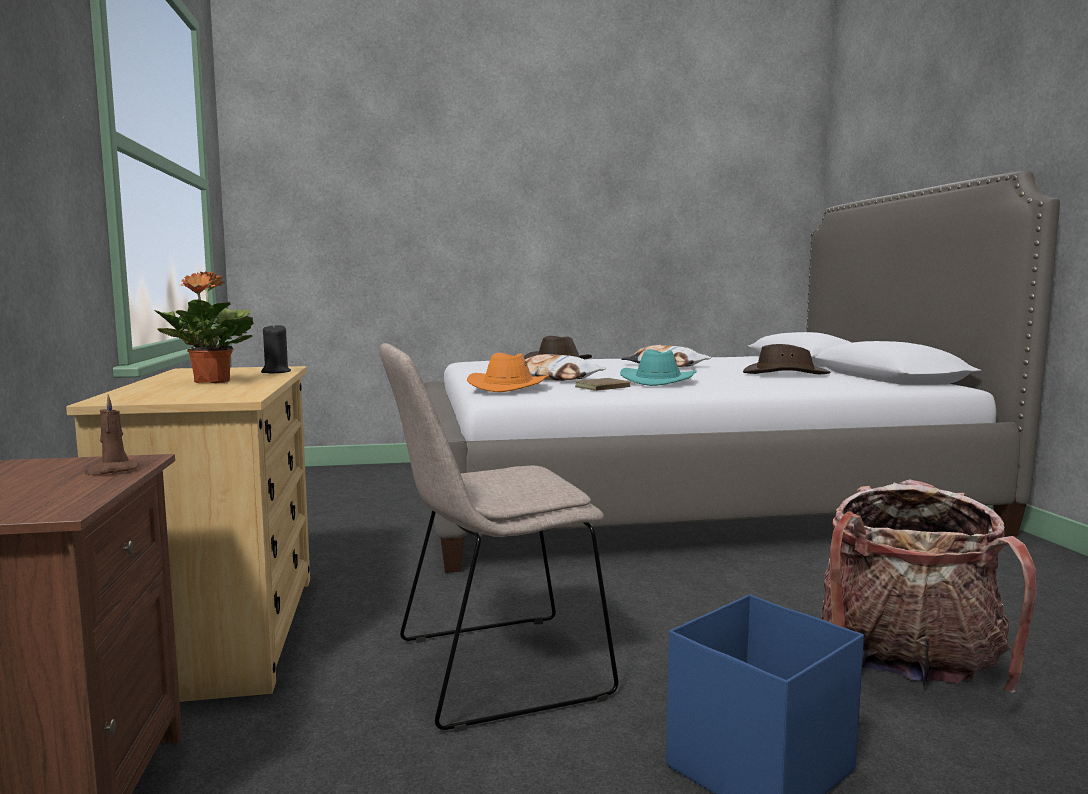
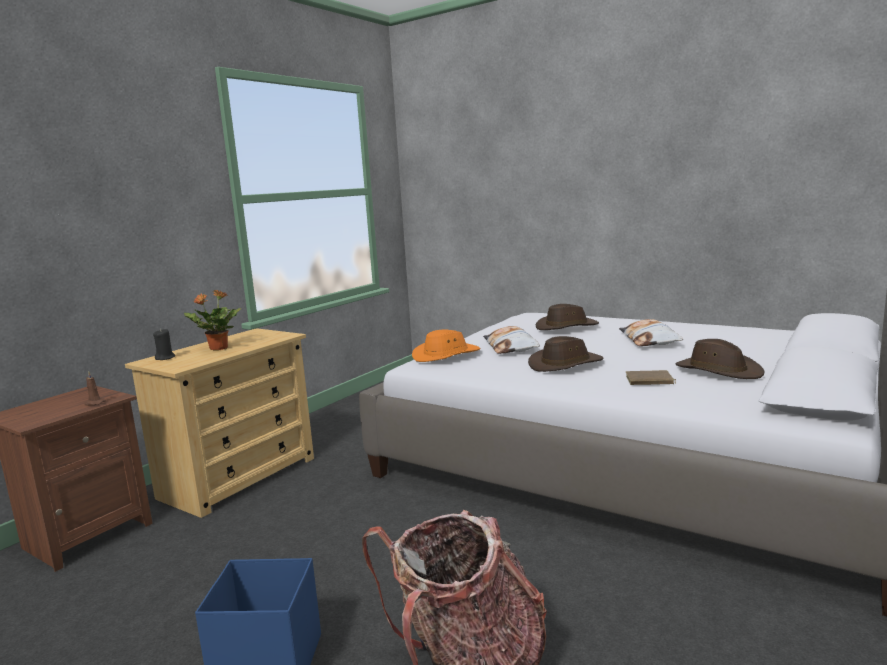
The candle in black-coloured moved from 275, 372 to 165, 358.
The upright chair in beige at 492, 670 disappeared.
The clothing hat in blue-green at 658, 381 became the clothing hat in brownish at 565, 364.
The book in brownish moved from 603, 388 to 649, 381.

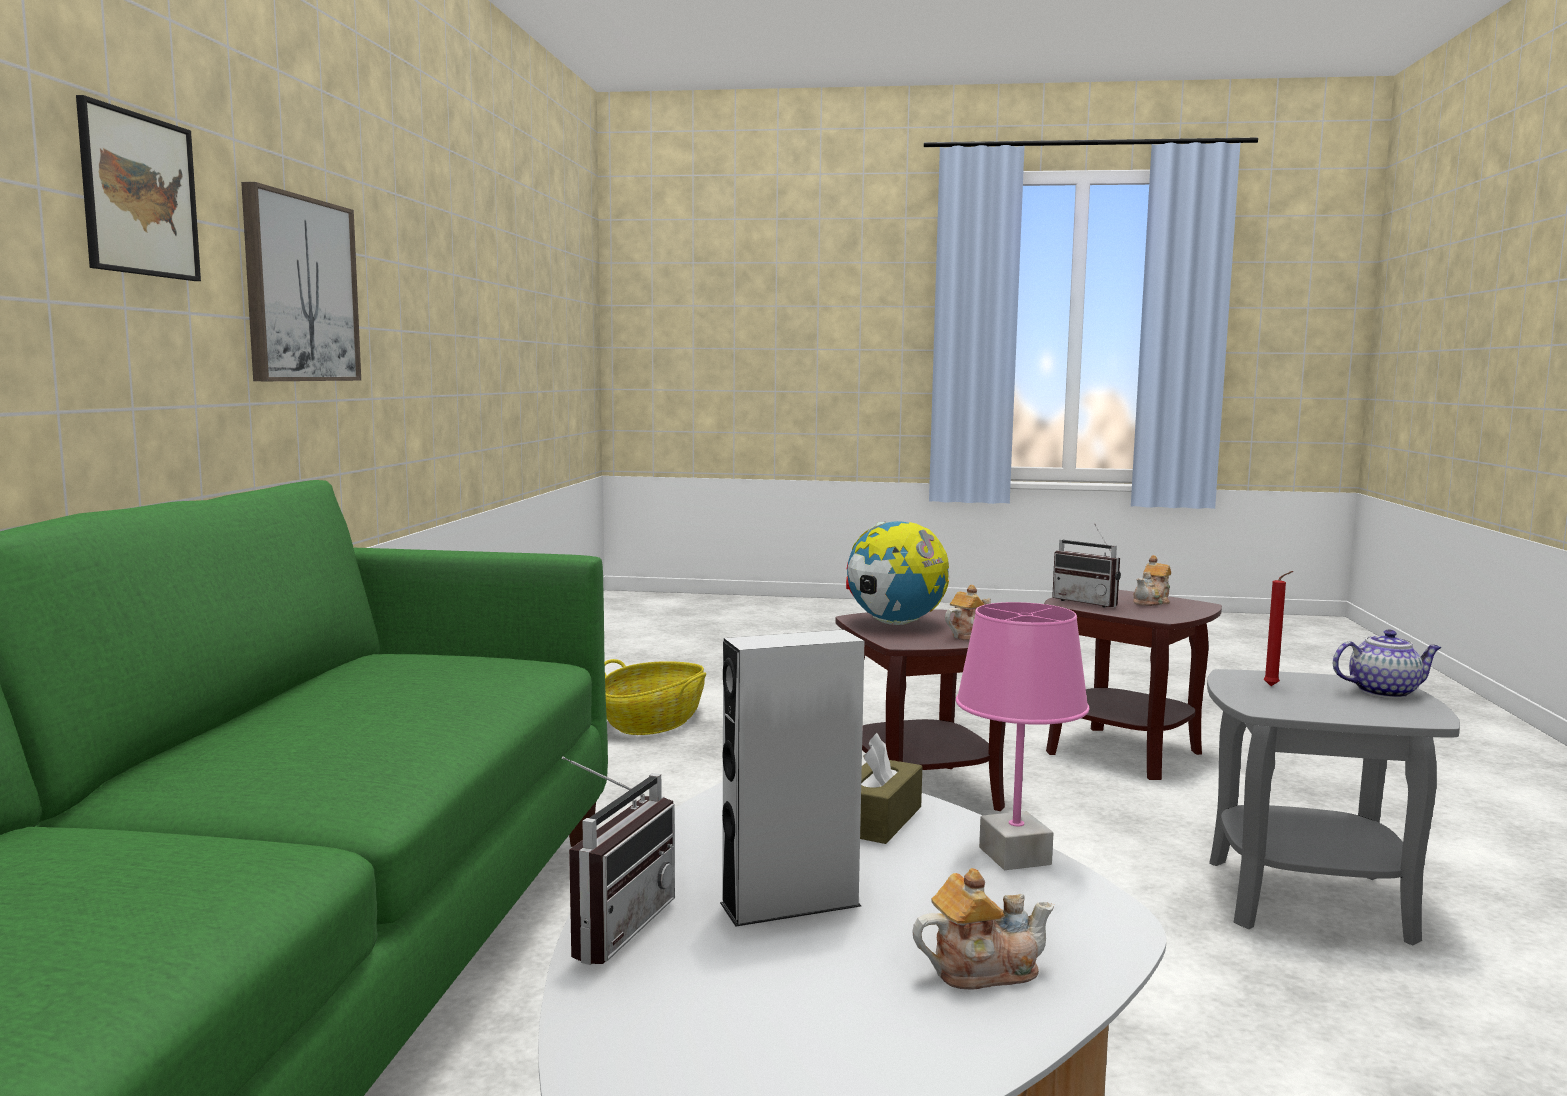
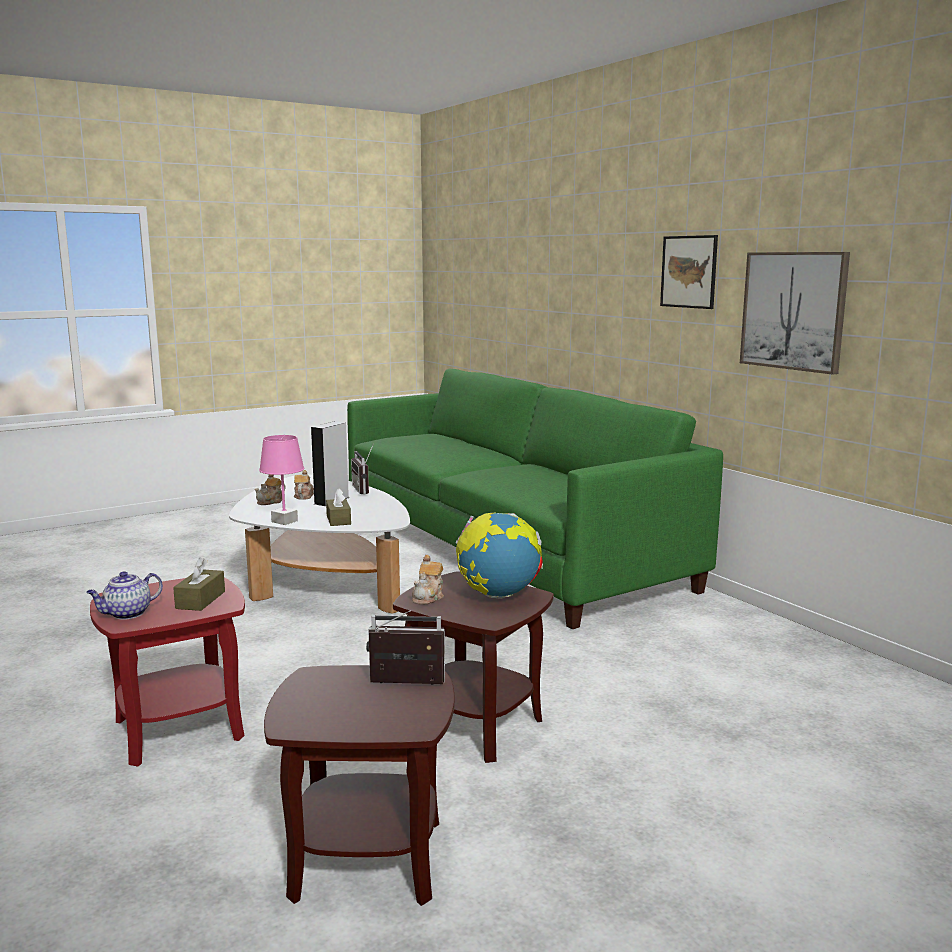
The tea pot moved from 1152, 602 to 303, 496.
The candle in reddish at 1273, 686 was replaced by the tissue holder in brownish at 200, 600.
The household basket at 653, 722 disappeared.
The end table in gray at 1308, 899 became the end table in reddish at 179, 729.

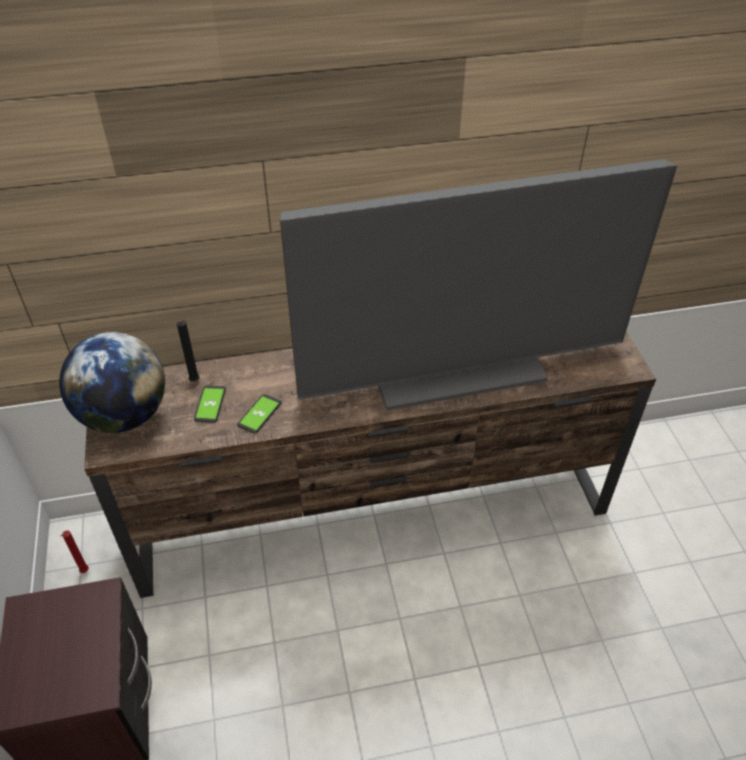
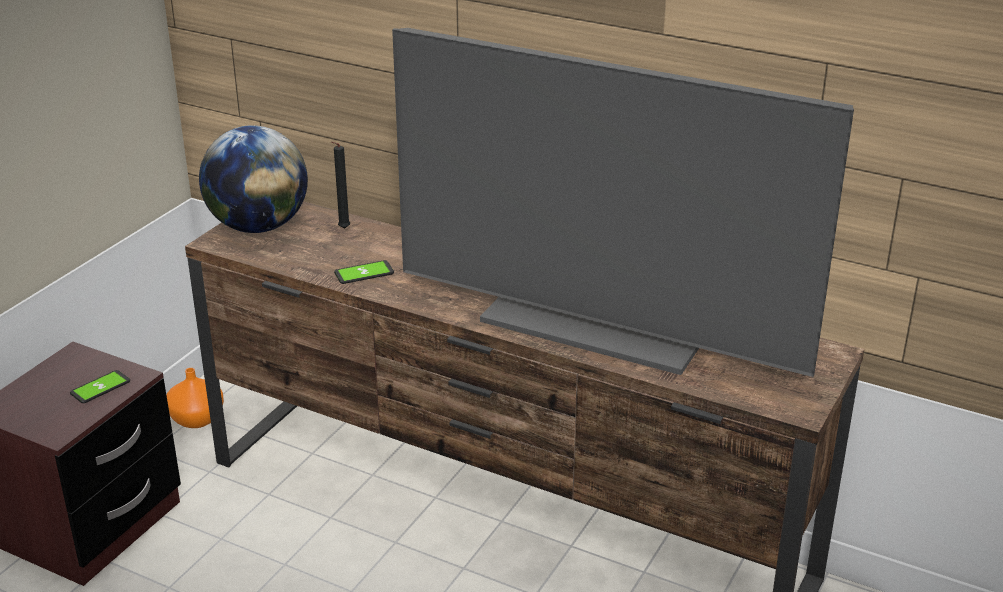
The handset moved from 210, 404 to 100, 387.
The candle in reddish at 84, 572 was replaced by the vase in orange at 196, 419.

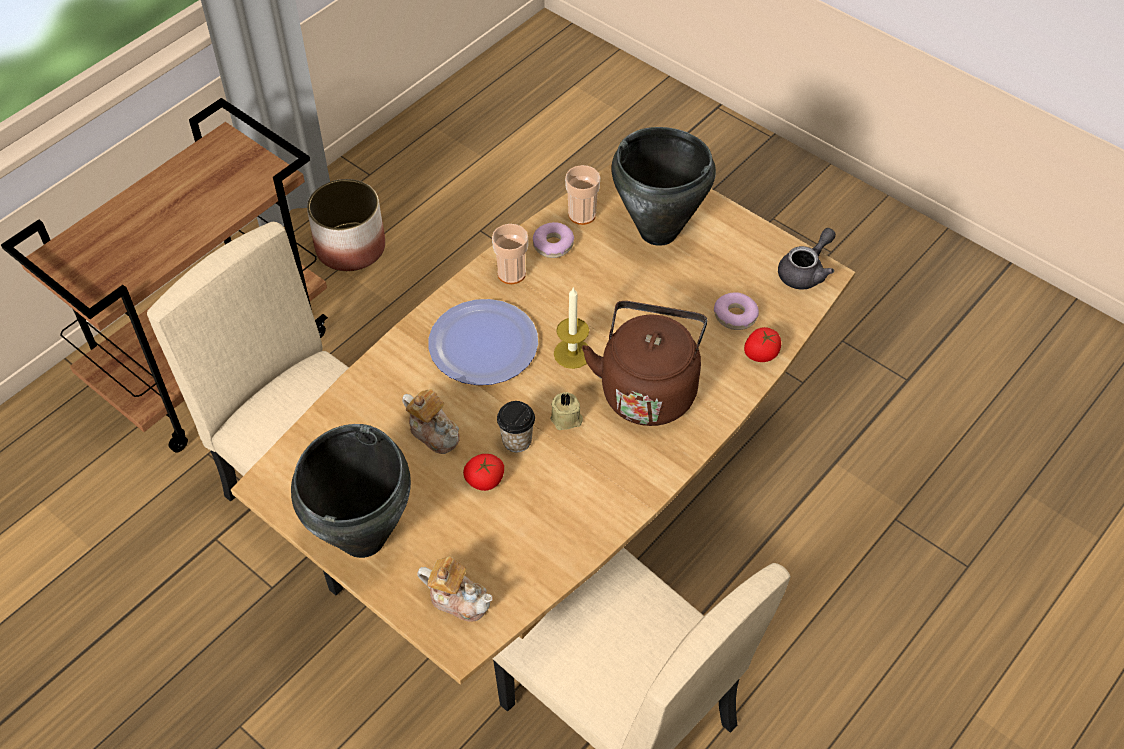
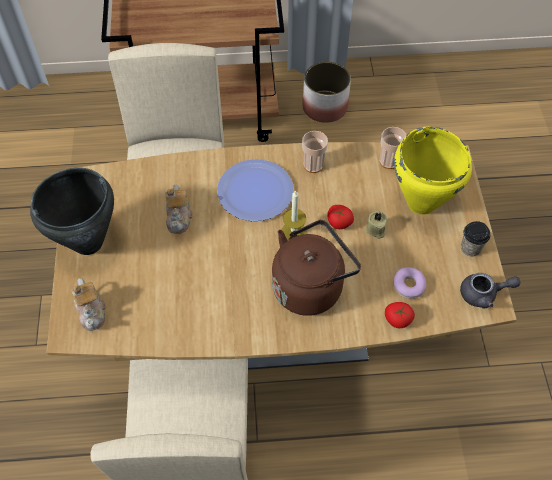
The cooking pot in black-coloured at 659, 232 became the cooking pot in yellow-coloured at 421, 203.
The ring doughnut at 553, 245 disappeared.
The candle in beige moved from 566, 419 to 375, 230.
The small cup moved from 517, 441 to 470, 248.
The tomato moved from 484, 481 to 338, 223.

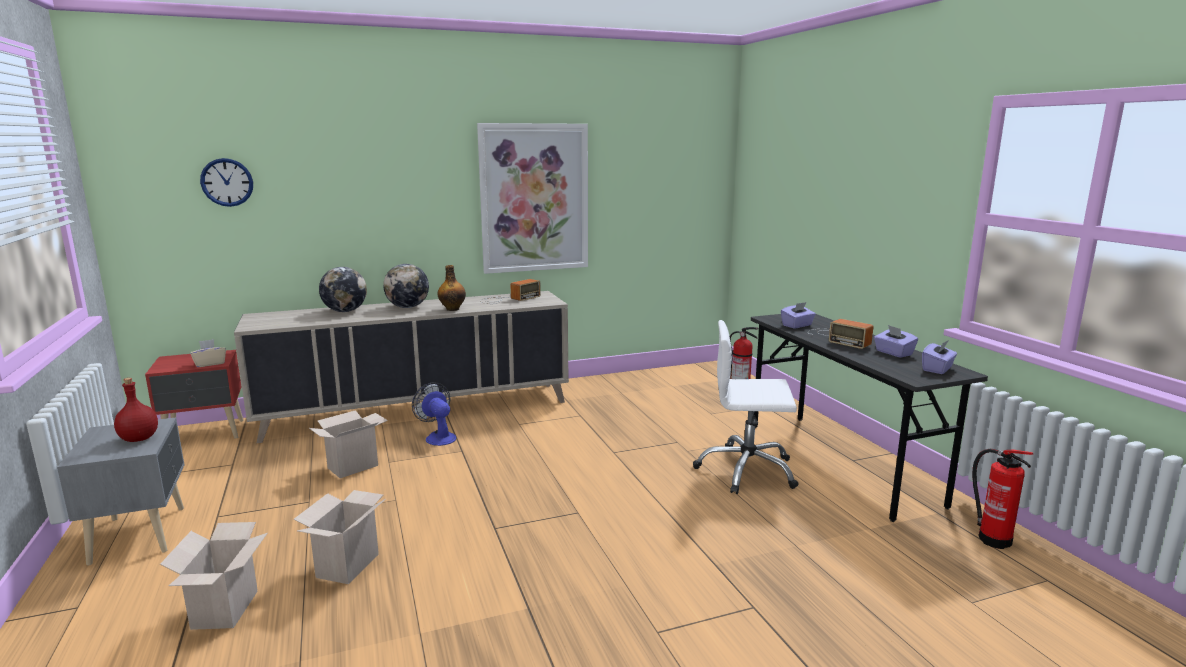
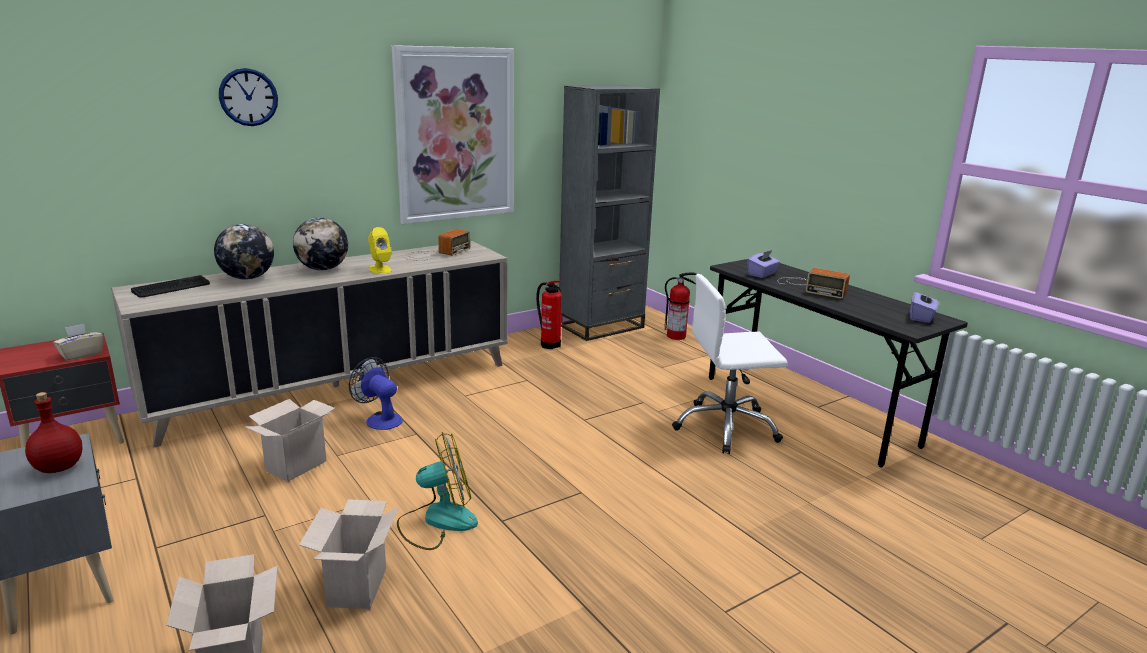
The wall clock moved from 227, 182 to 248, 97.
The beverage bottle at 452, 309 was replaced by the speaker in yellow-coloured at 380, 269.
The tissue holder in purple-coloured at 893, 353 disappeared.
The fire-fighting cylinder moved from 992, 538 to 549, 344.
The bookcase in gray at 601, 326 appeared.
The computer keyboard at 171, 288 appeared.
The electric fan at 437, 521 appeared.

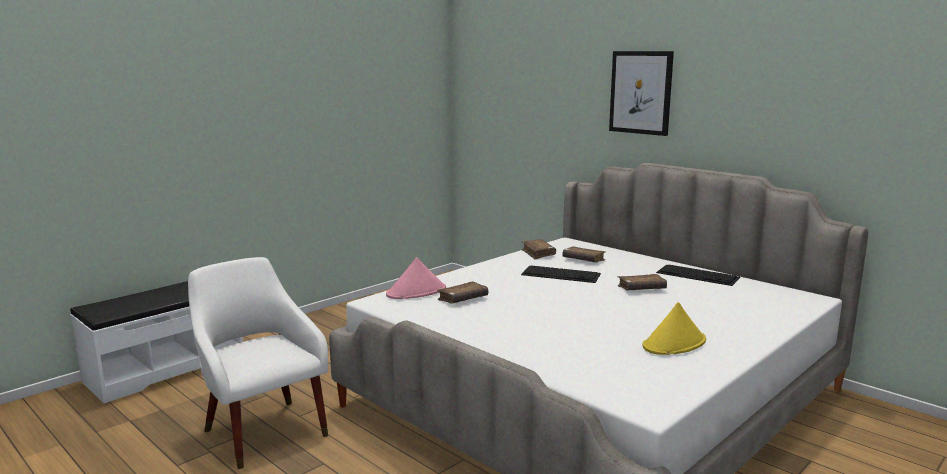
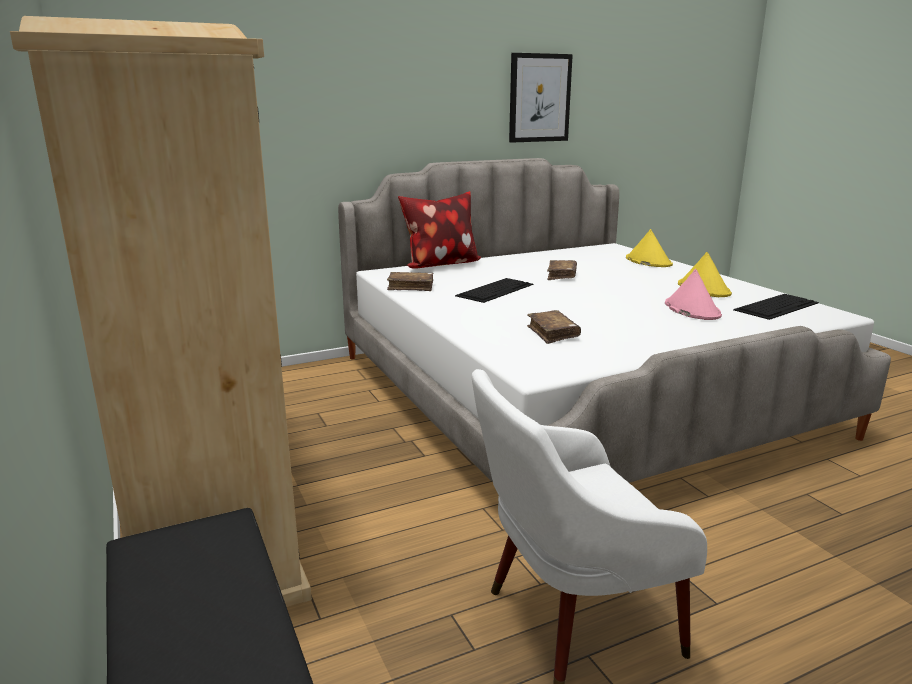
The wall picture moved from 641, 92 to 539, 98.
The book in brownish at 583, 260 disappeared.
The clothing hat in pink-coloured moved from 416, 292 to 691, 310.
The computer keyboard moved from 698, 275 to 776, 306.
The wardrobe in beige at 200, 509 appeared.
The throw pillow at 440, 264 appeared.
The clothing hat in yellow-coloured at 648, 261 appeared.

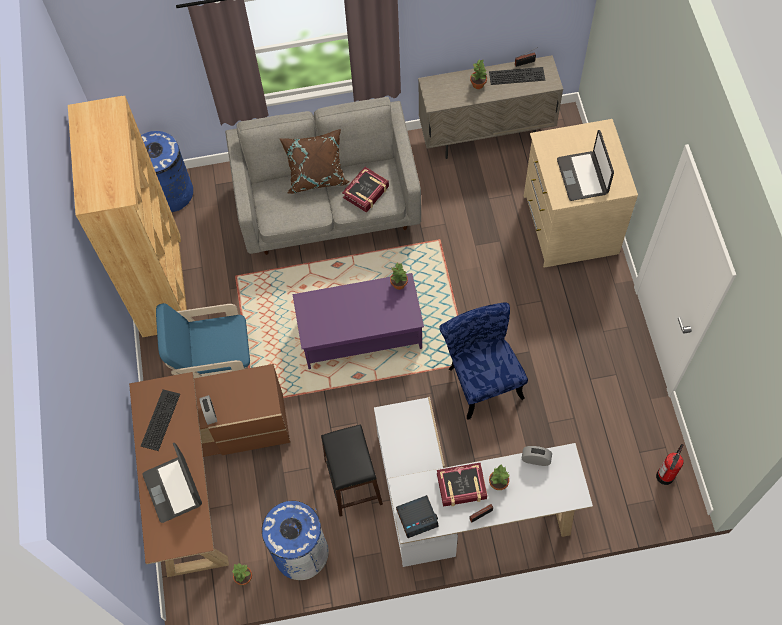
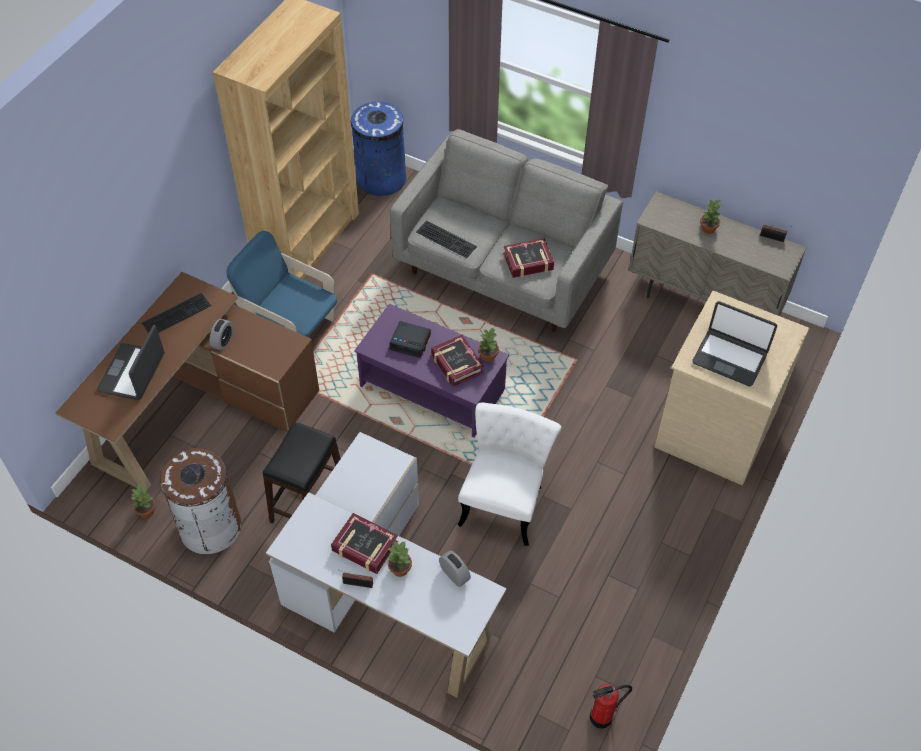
The computer keyboard moved from 517, 75 to 447, 239.
The throw pillow in brownish at 316, 176 disappeared.
The notebook computer at 583, 176 turned 90 degrees counterclockwise.
The upright chair in bluish at 481, 377 became the upright chair in white at 505, 500.
The table clock moved from 417, 517 to 410, 342.
The rubbish bin in bluish at 301, 552 became the rubbish bin in brownish at 210, 527.
The book at 456, 364 appeared.

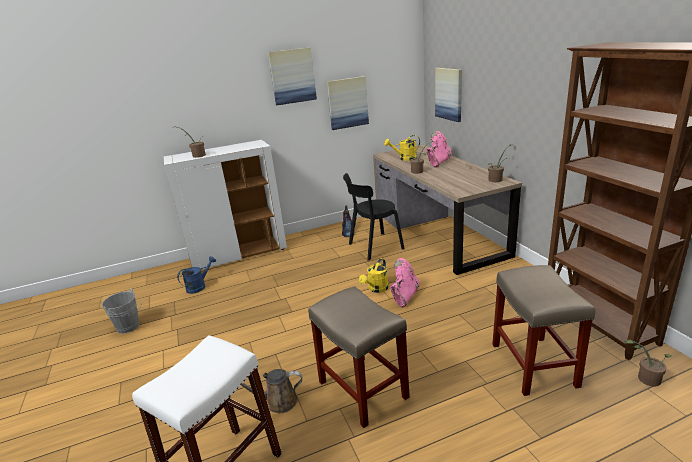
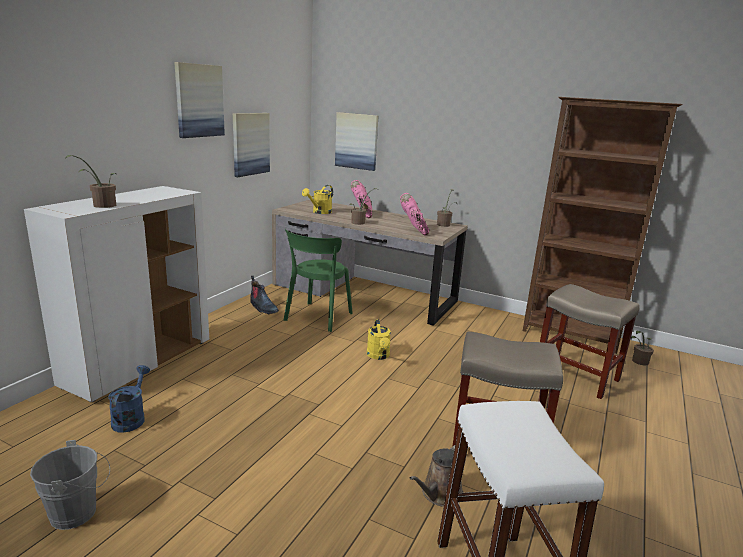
The upright chair in black-coloured at 373, 247 became the upright chair in green-coloured at 317, 318.
The boot in pink-coloured moved from 404, 296 to 414, 230.

